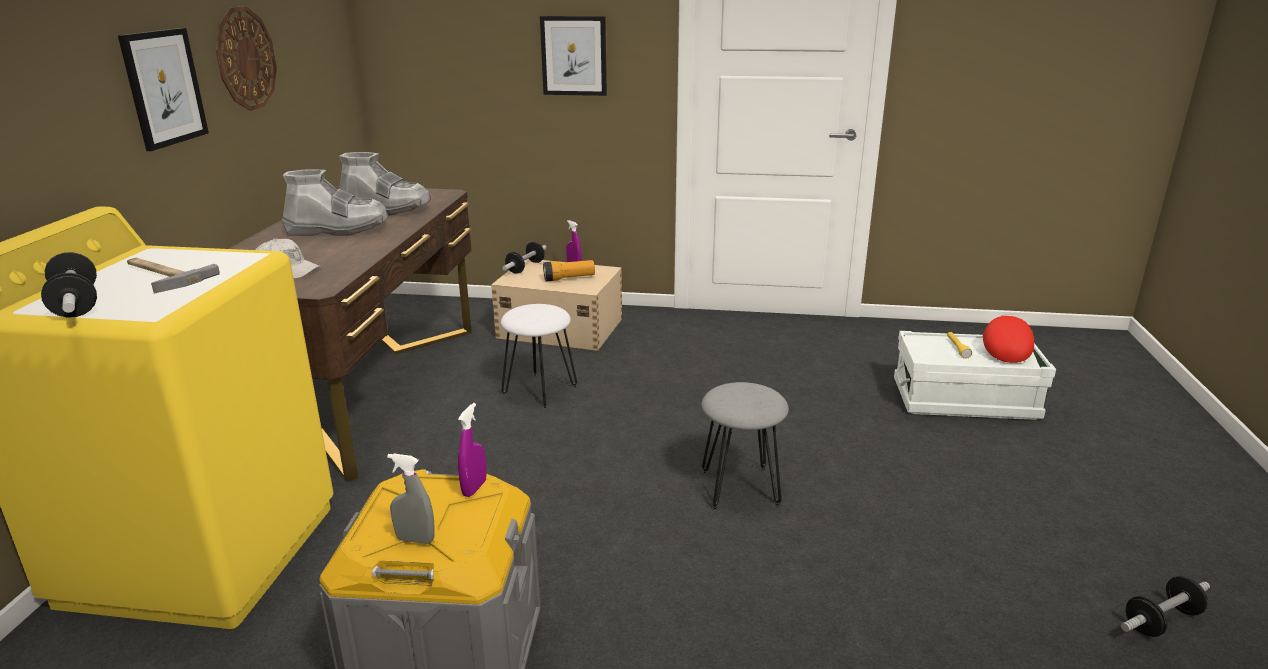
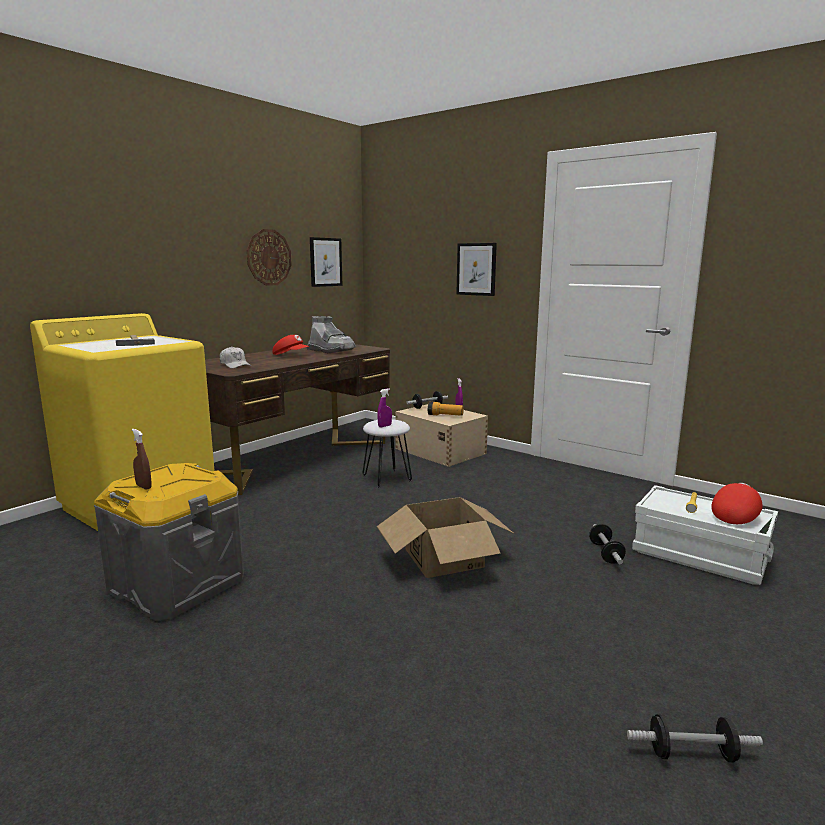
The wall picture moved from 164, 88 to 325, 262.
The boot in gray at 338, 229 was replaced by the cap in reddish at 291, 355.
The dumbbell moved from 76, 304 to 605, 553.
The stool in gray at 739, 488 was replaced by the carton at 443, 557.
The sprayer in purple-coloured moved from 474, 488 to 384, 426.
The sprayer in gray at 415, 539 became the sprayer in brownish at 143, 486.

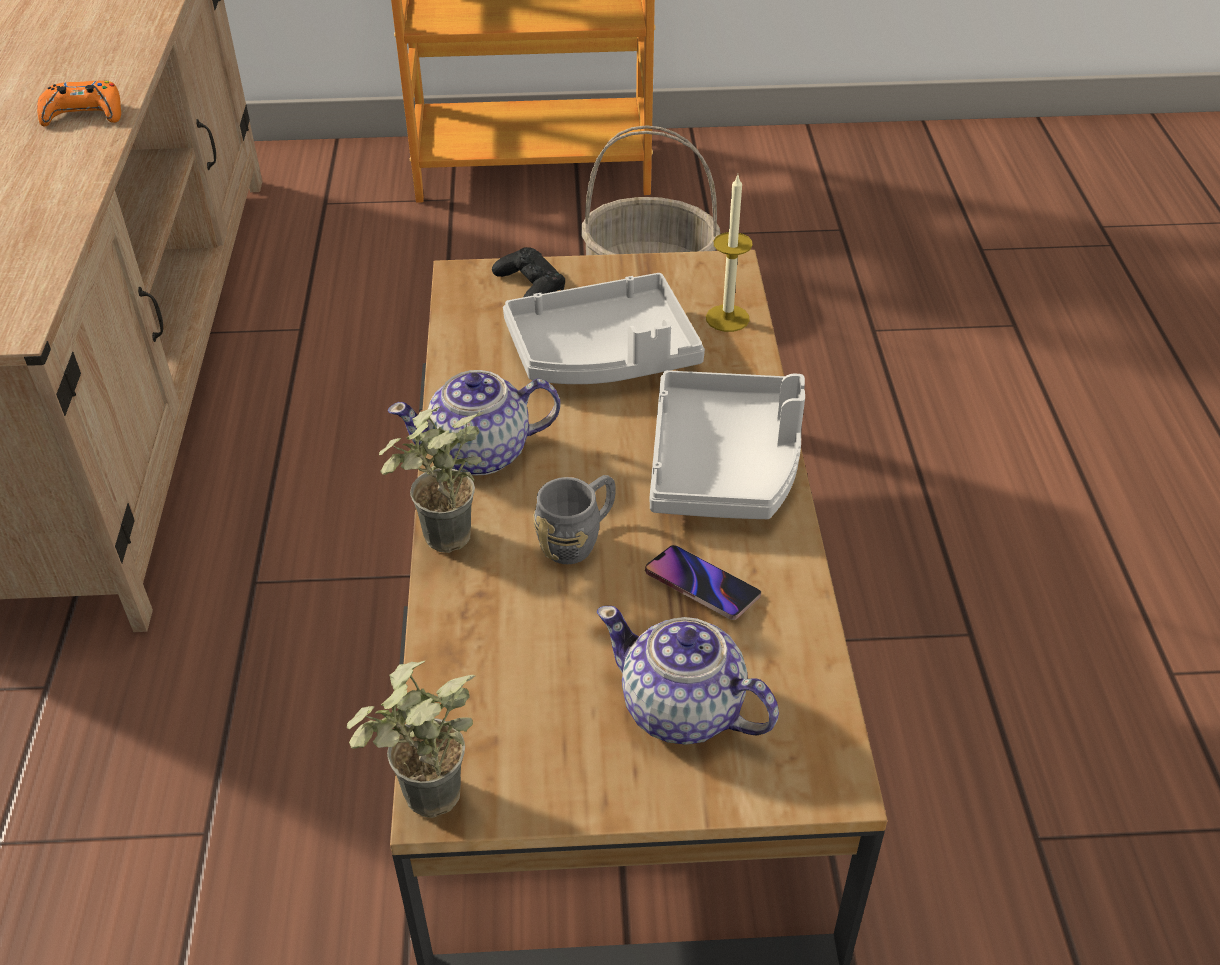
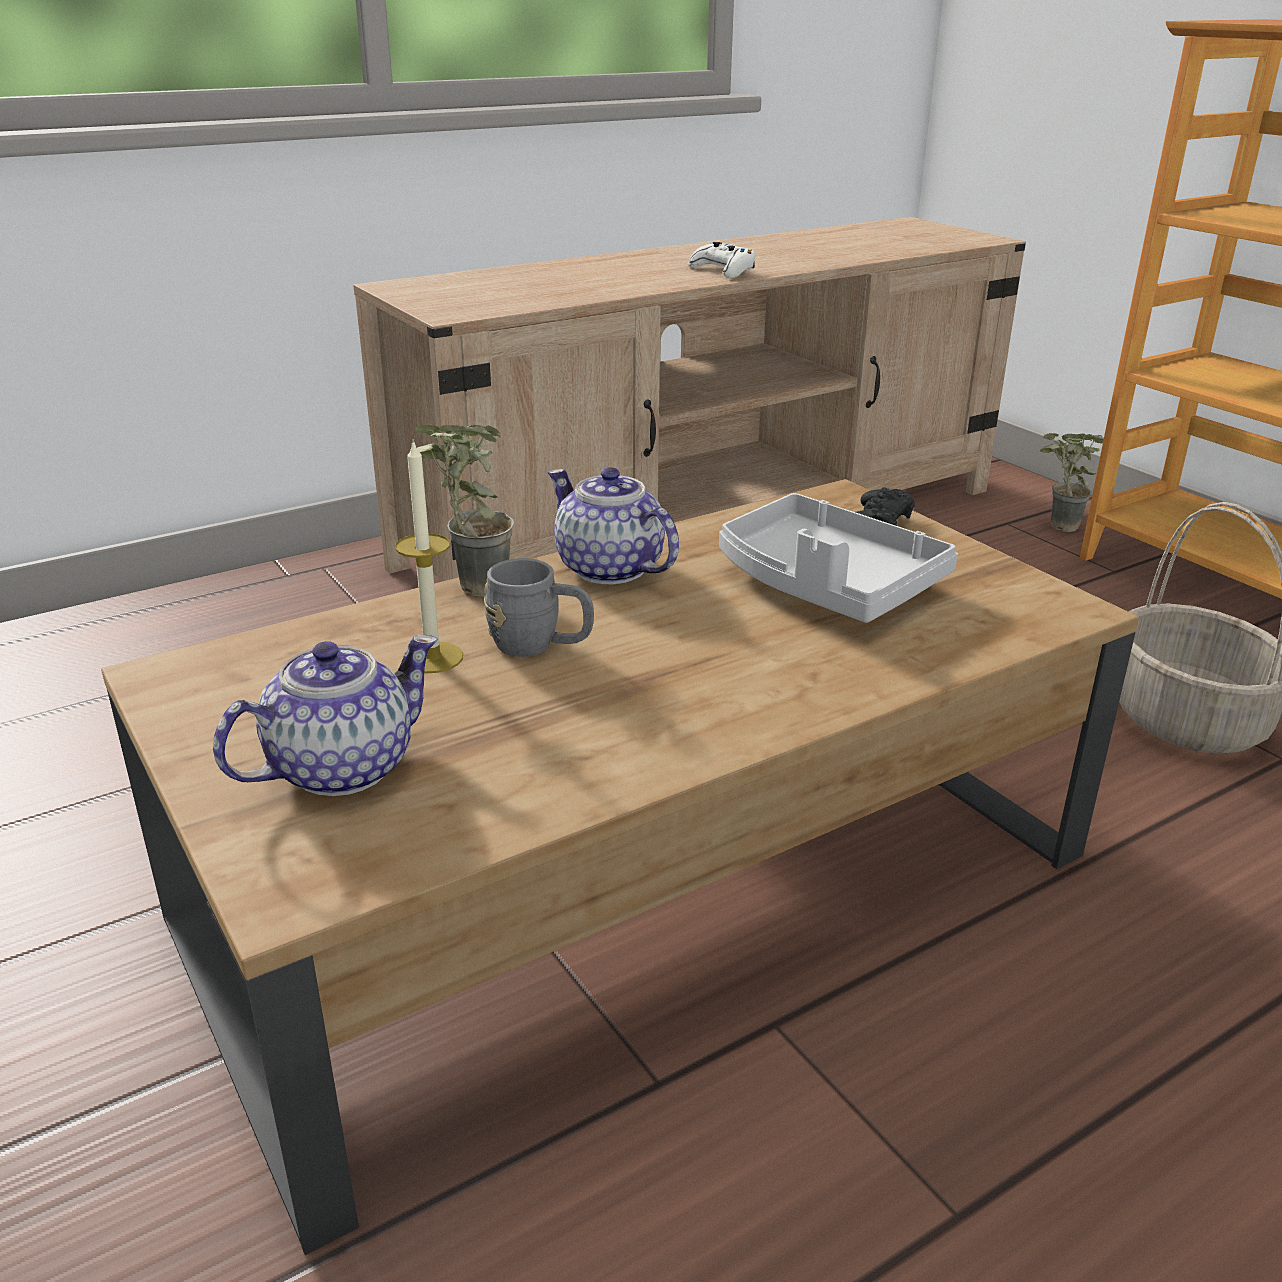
The joypad in orange at 84, 114 became the joypad in white at 723, 270.
The candle moved from 727, 318 to 432, 657.
The tray in gray at 726, 464 disappeared.
The handset at 701, 586 disappeared.
The tea pot at 683, 710 turned 45 degrees clockwise.
The potted plant moved from 425, 810 to 1056, 527.

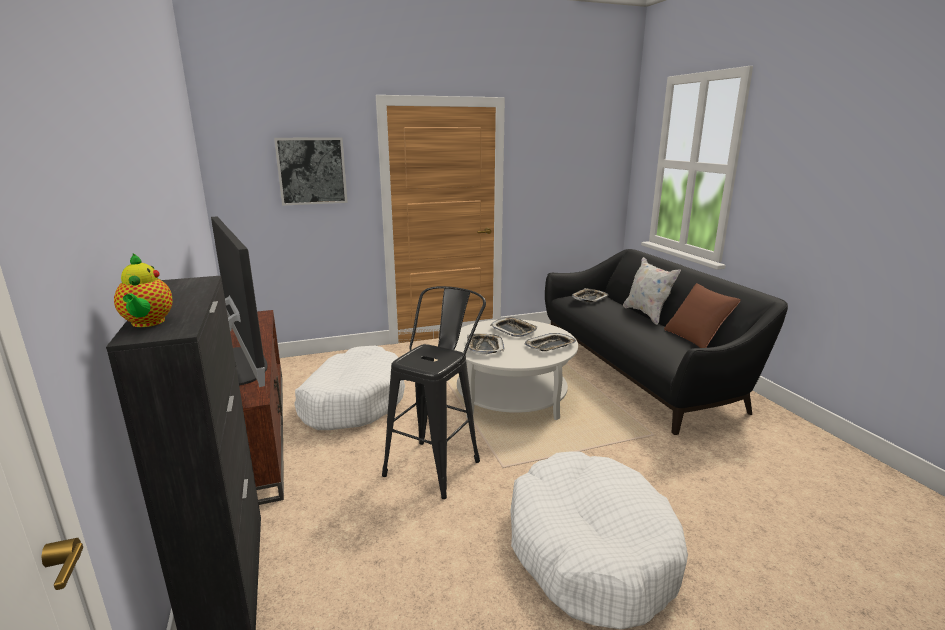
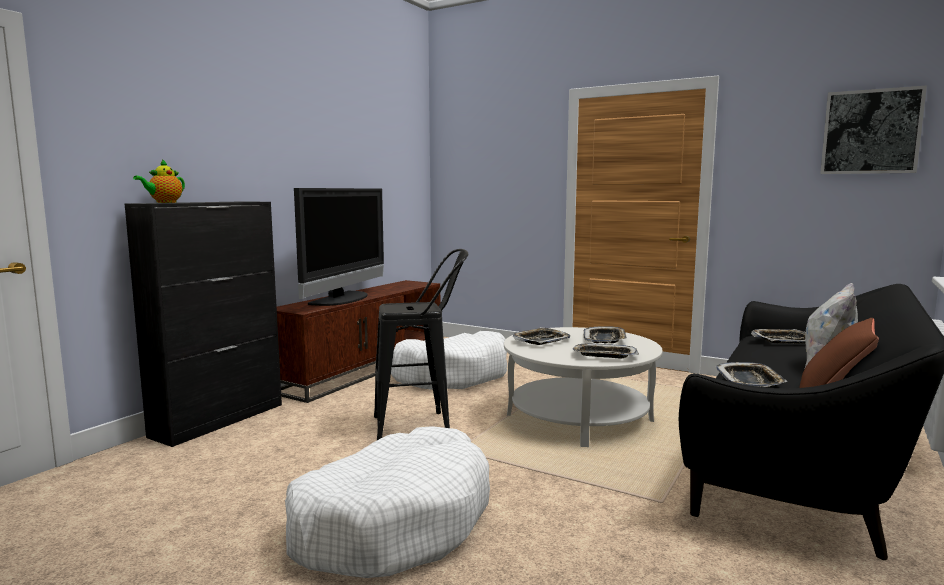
The wall picture moved from 312, 171 to 870, 132.
The tray at 749, 381 appeared.

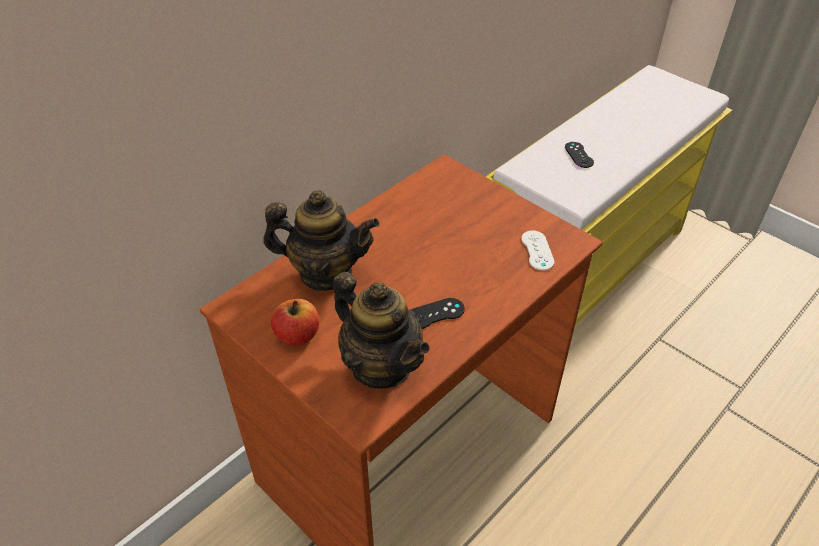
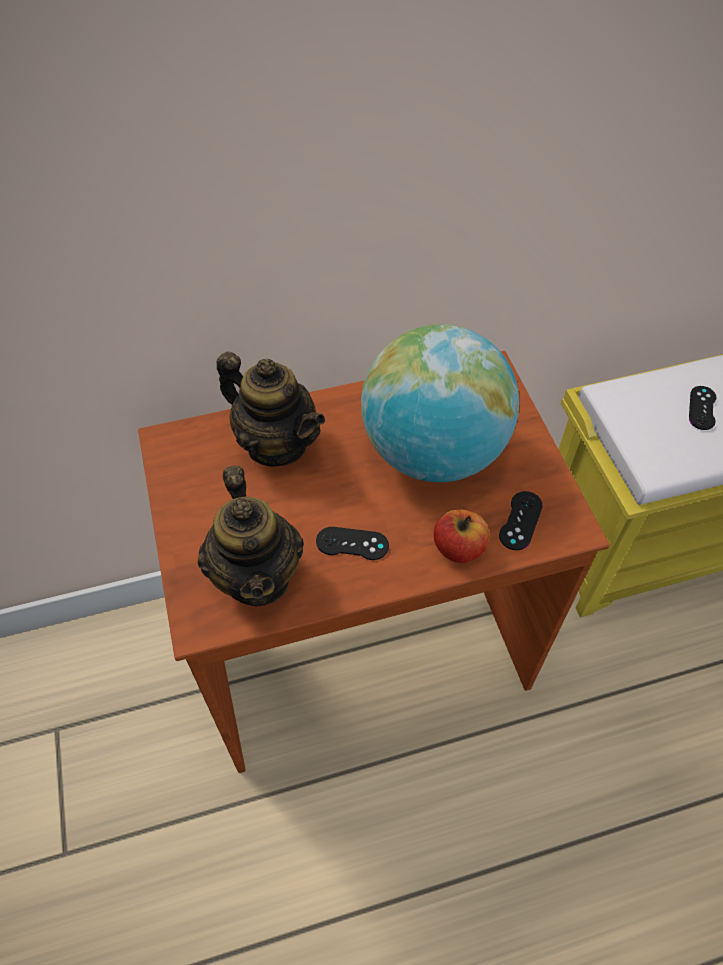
The joypad in white at 537, 250 became the joypad in black-coloured at 520, 520.
The whole apple moved from 297, 335 to 458, 548.
The world globe at 433, 451 appeared.

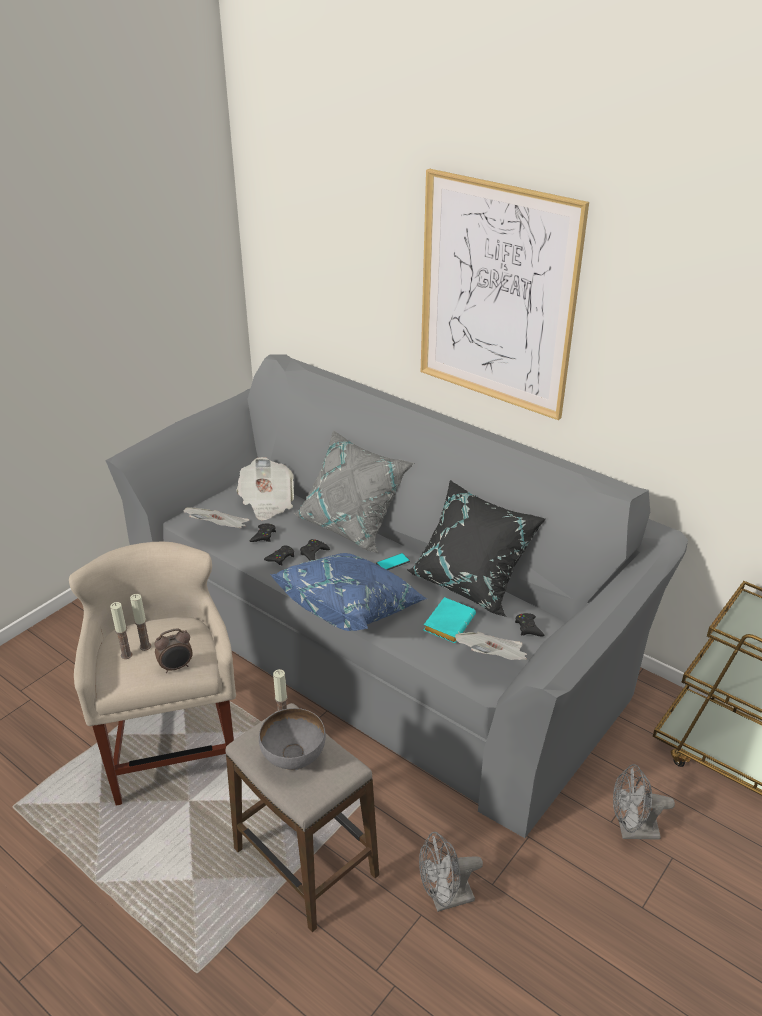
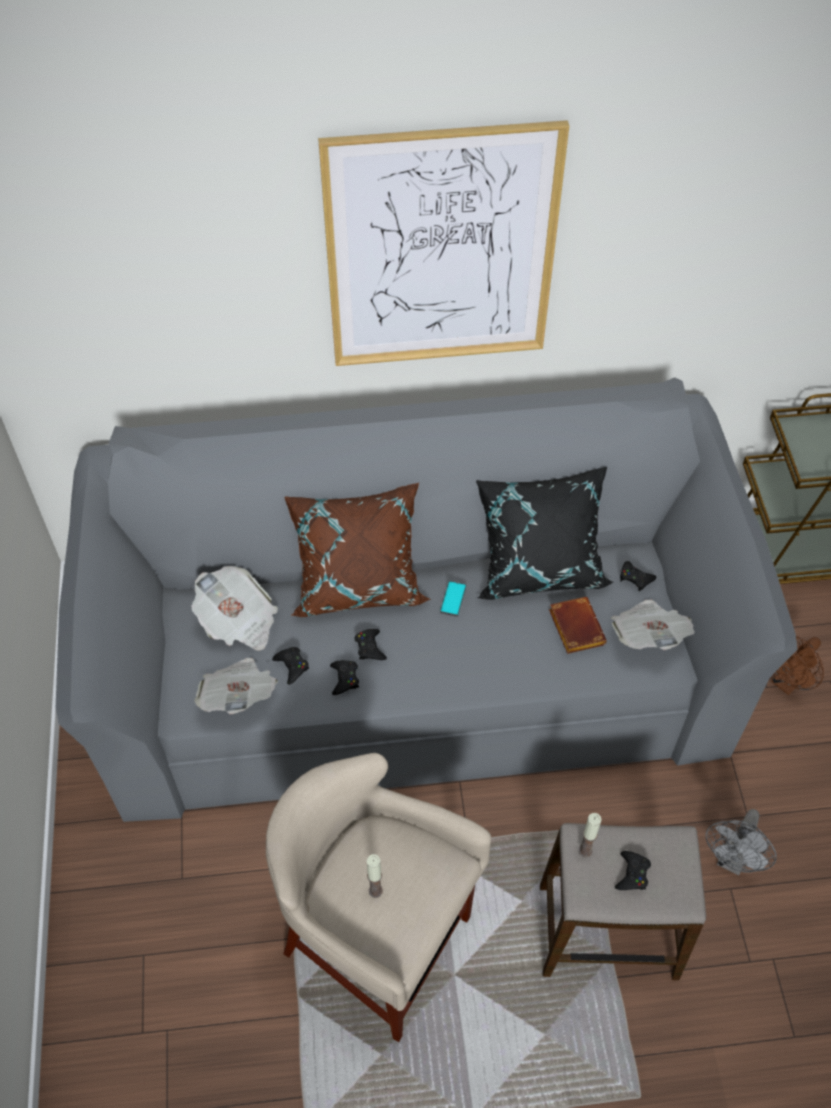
The throw pillow in gray at 352, 525 became the throw pillow in brownish at 358, 582.
The throw pillow in bluish at 351, 608 disappeared.
The book in blue-green at 448, 622 became the book in brownish at 574, 627.
The candle at 126, 655 disappeared.
The table clock at 176, 667 disappeared.
The deep dish in gray at 294, 760 was replaced by the joypad in black-coloured at 632, 874.
The electric fan in gray at 632, 831 became the electric fan in brownish at 786, 682.

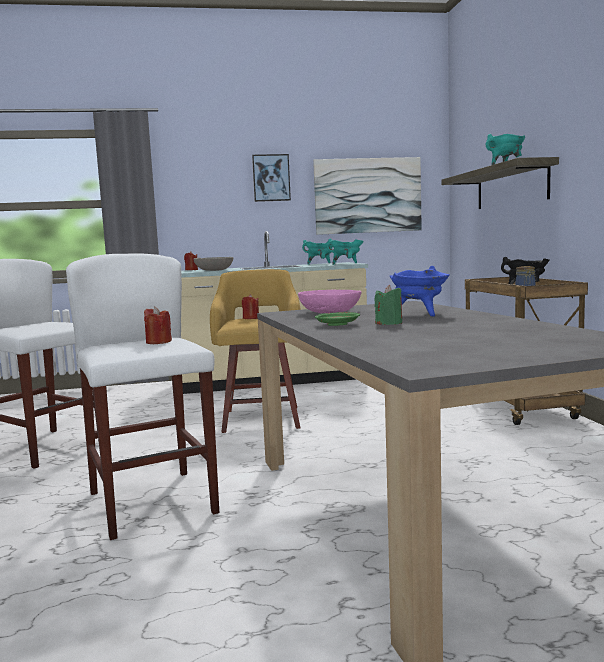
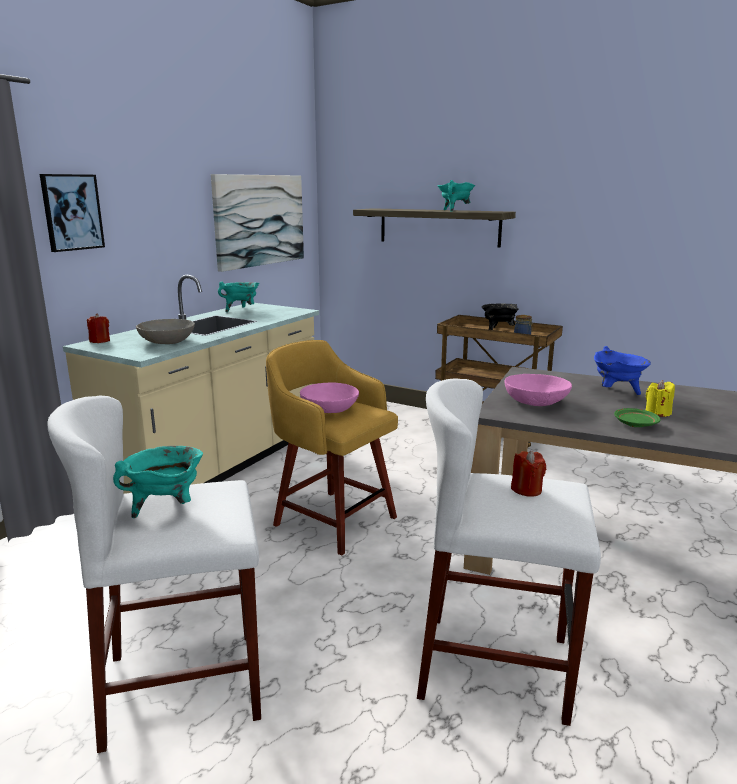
The wall picture moved from 271, 178 to 72, 212.
The cooking pot in blue-green moved from 347, 264 to 166, 508.
The candle in green-coloured at 389, 323 became the candle in yellow-coloured at 657, 413.
The candle in reddish at 251, 318 was replaced by the deep dish in pink-coloured at 329, 409.

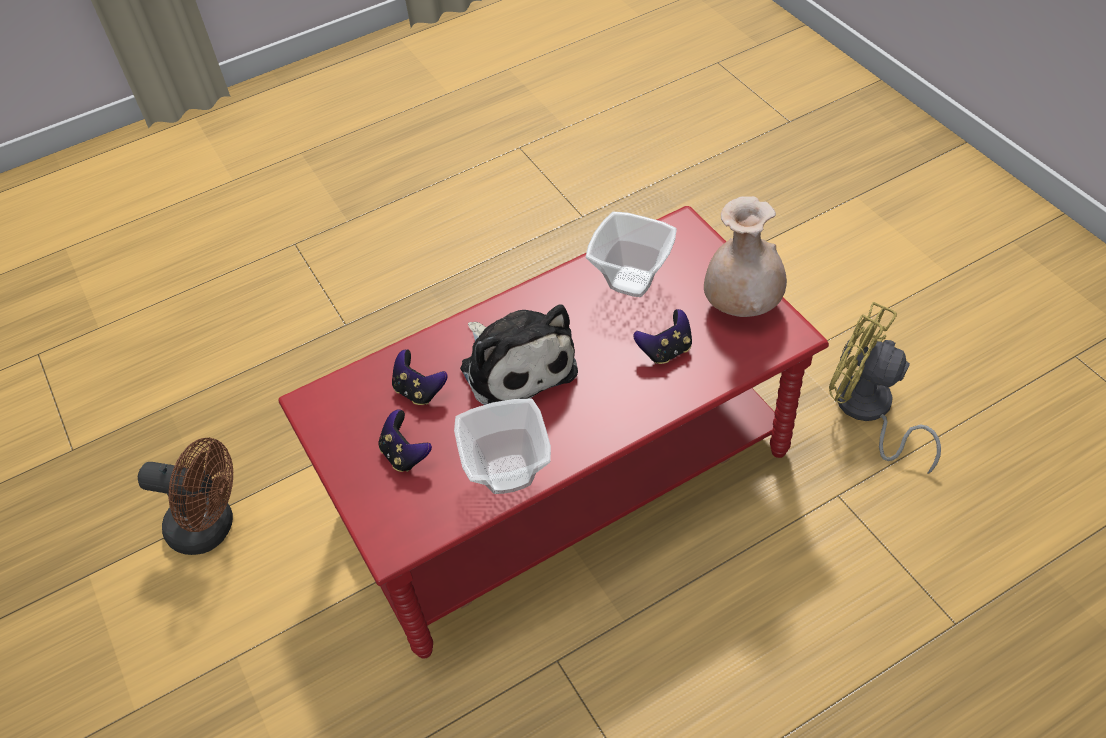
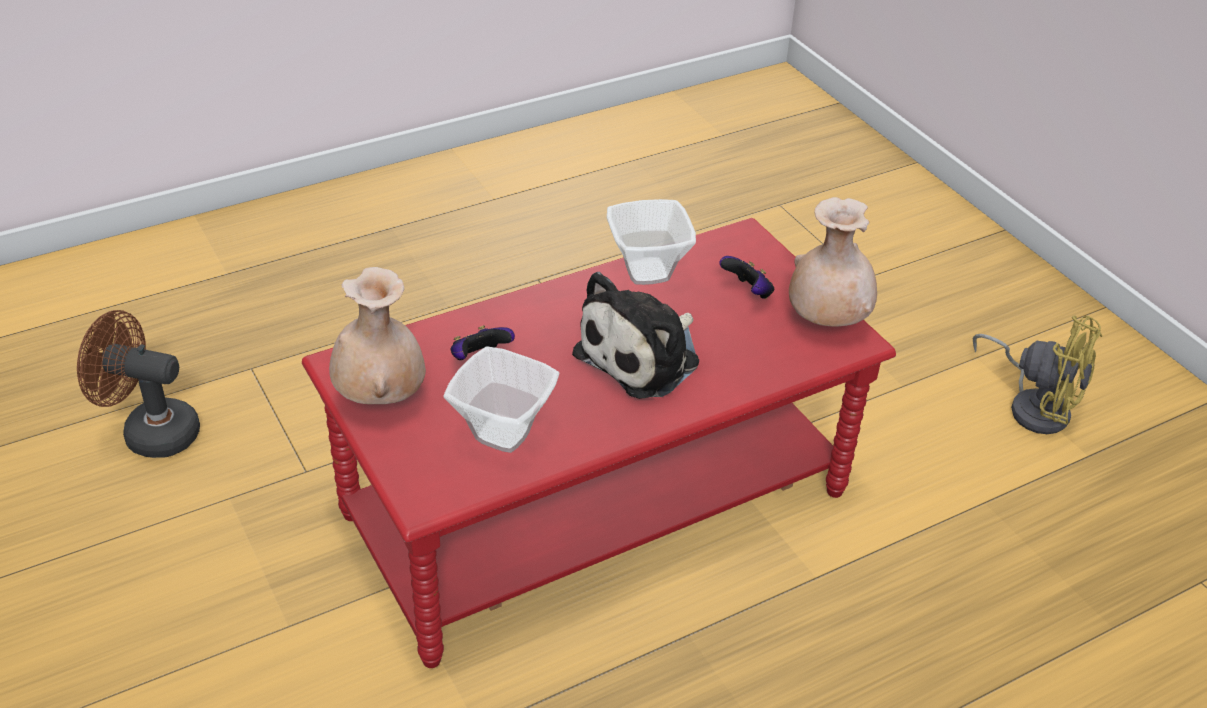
The electric fan in yellow-coloured moved from 867, 412 to 1034, 406.
The soft toy at 516, 366 turned 105 degrees counterclockwise.
The joypad at 419, 391 disappeared.
The electric fan in brownish moved from 211, 528 to 150, 432.
The vase in beige at 827, 320 appeared.

